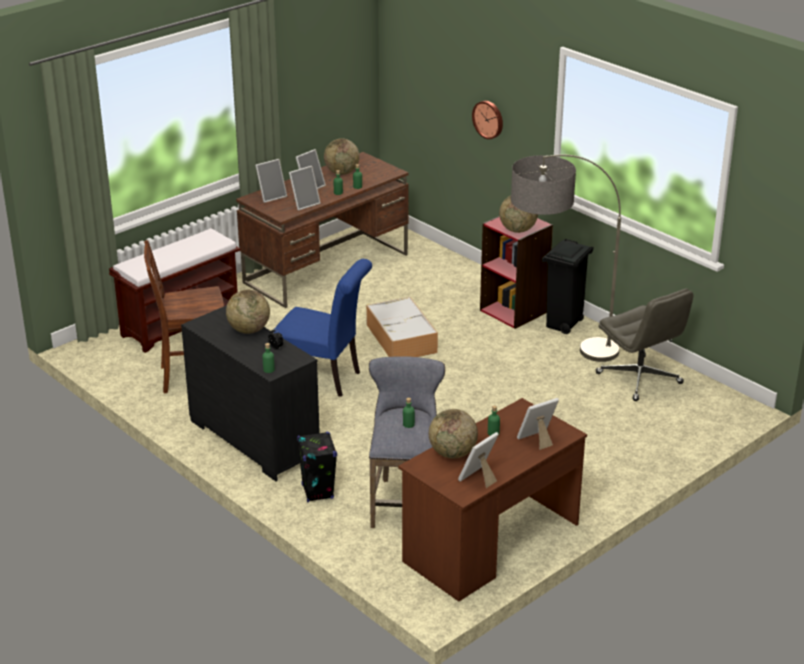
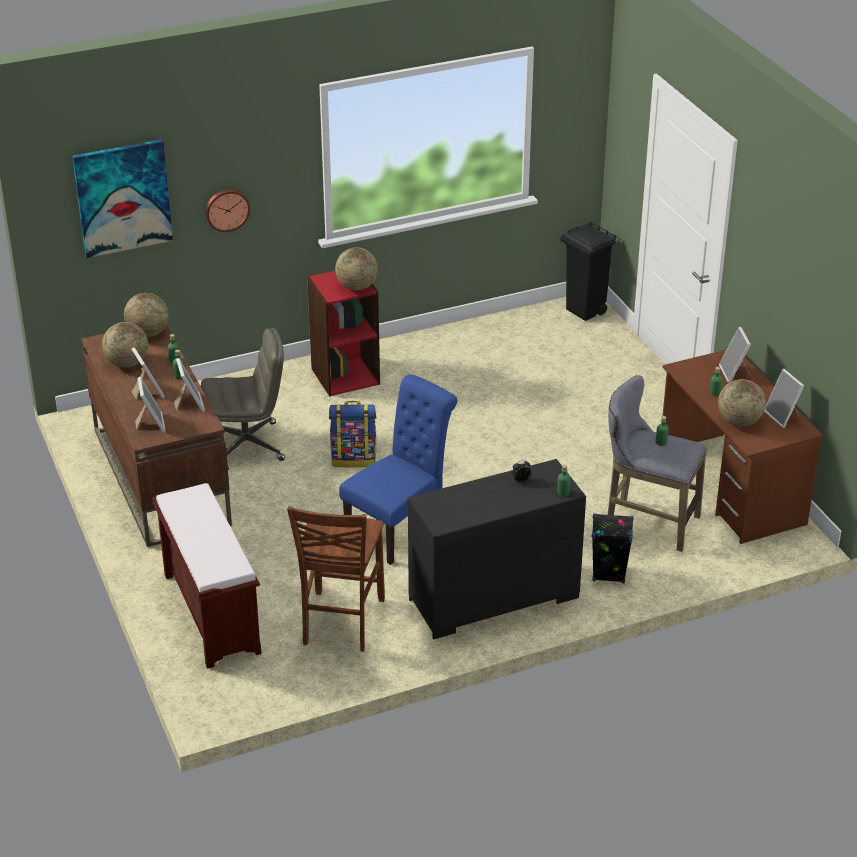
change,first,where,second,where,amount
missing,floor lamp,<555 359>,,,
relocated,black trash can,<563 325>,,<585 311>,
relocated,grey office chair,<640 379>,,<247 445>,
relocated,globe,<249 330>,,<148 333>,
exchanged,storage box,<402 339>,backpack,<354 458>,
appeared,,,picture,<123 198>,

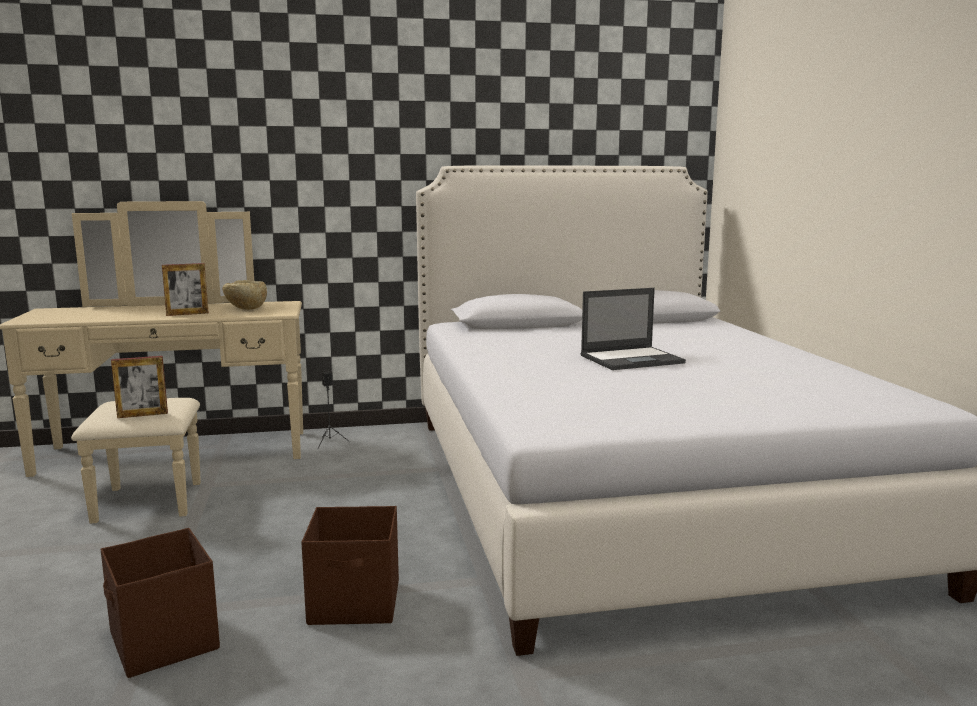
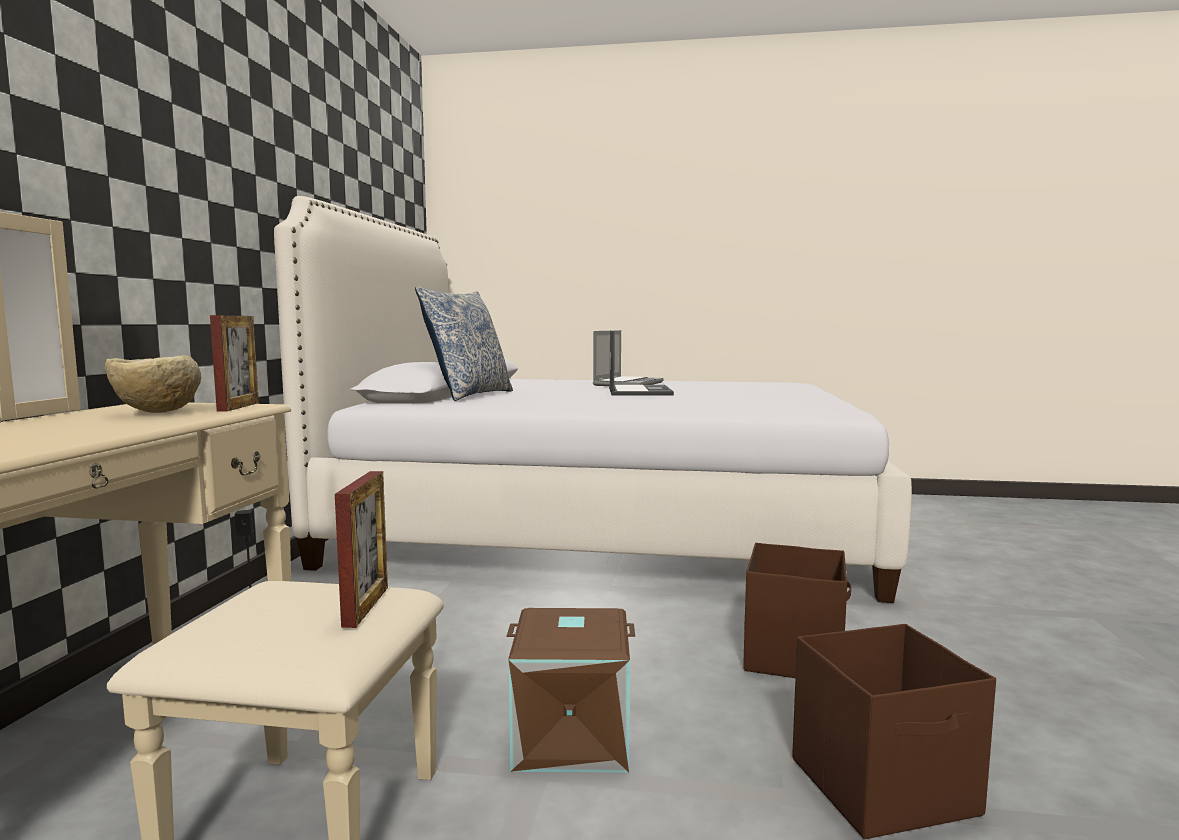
change,first,where,second,where,amount
relocated,picture frame,<187 314>,,<238 407>,
appeared,,,pillow,<468 395>,
appeared,,,laptop,<627 384>,
appeared,,,brown storage box,<570 739>,

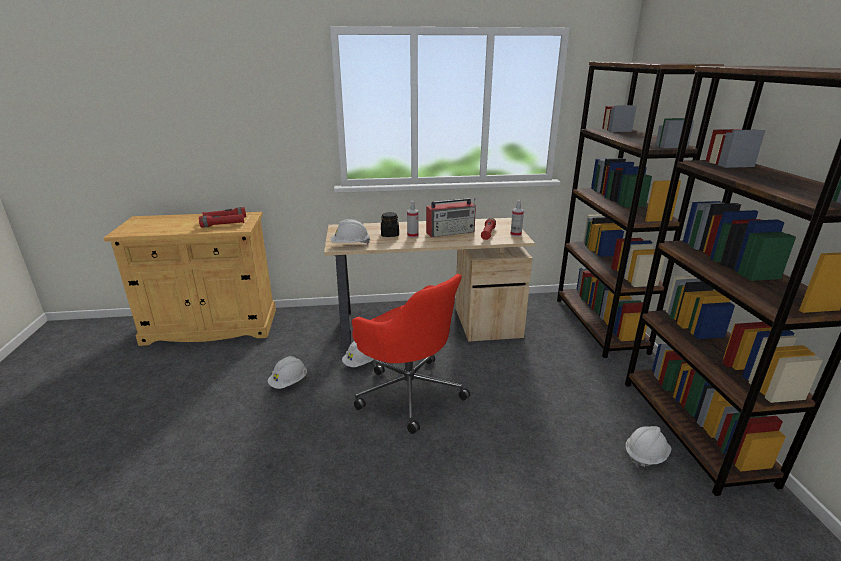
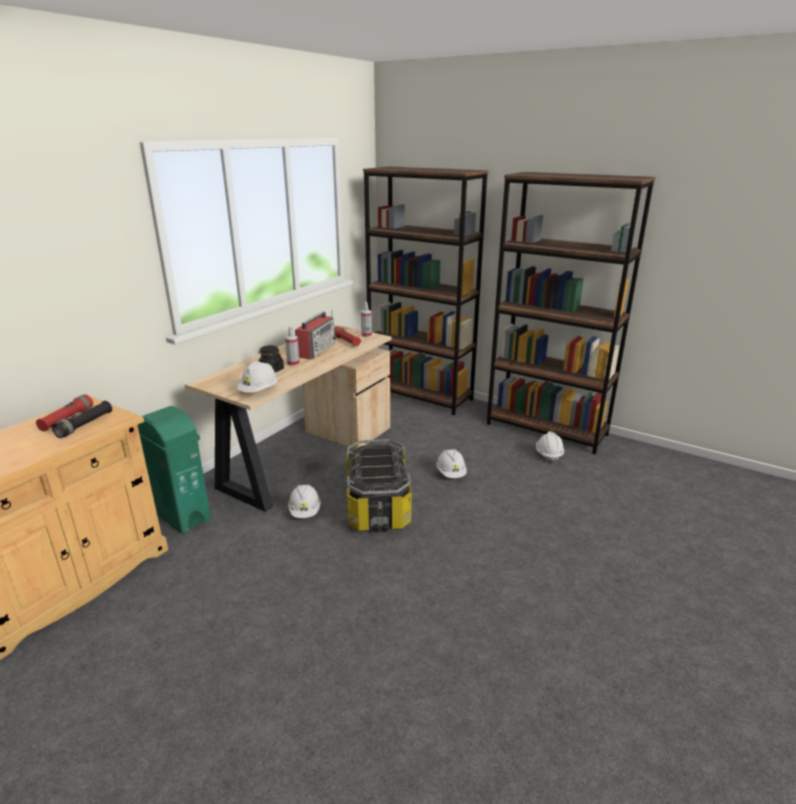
change,first,where,second,where,amount
colour,red flashlight,<223 225>,black flashlight,<85 425>,
exchanged,red office chair,<409 391>,storage box,<378 506>,
relocated,white hard hat,<289 382>,,<451 473>,
appeared,,,green trash can,<182 516>,

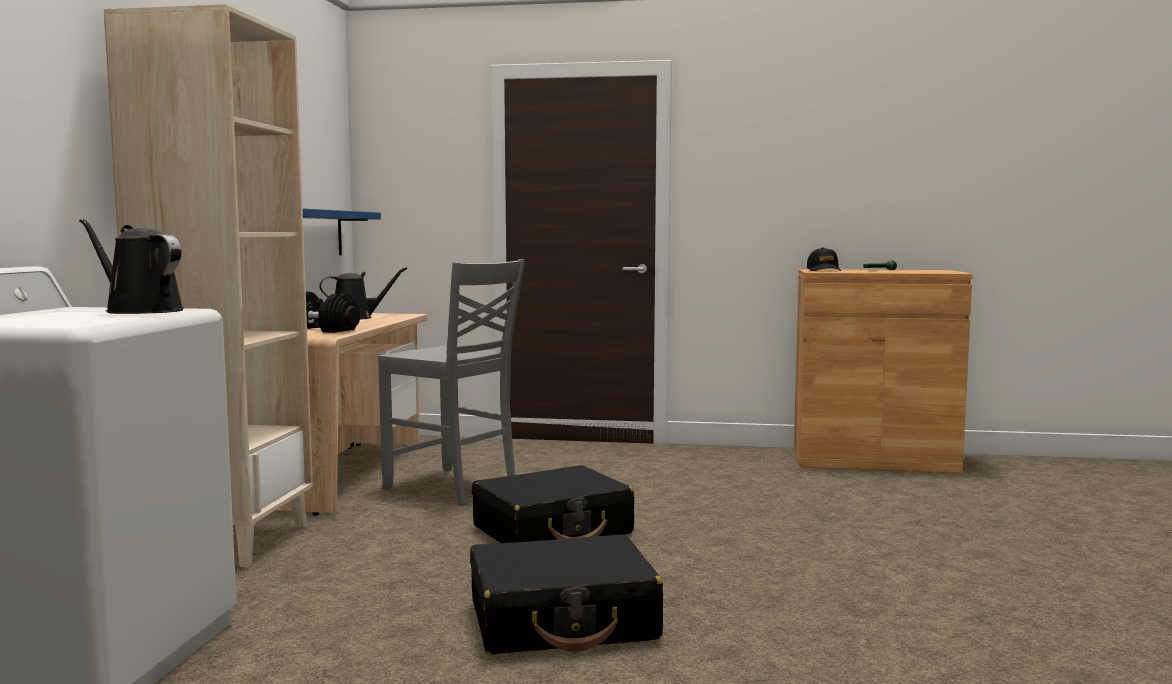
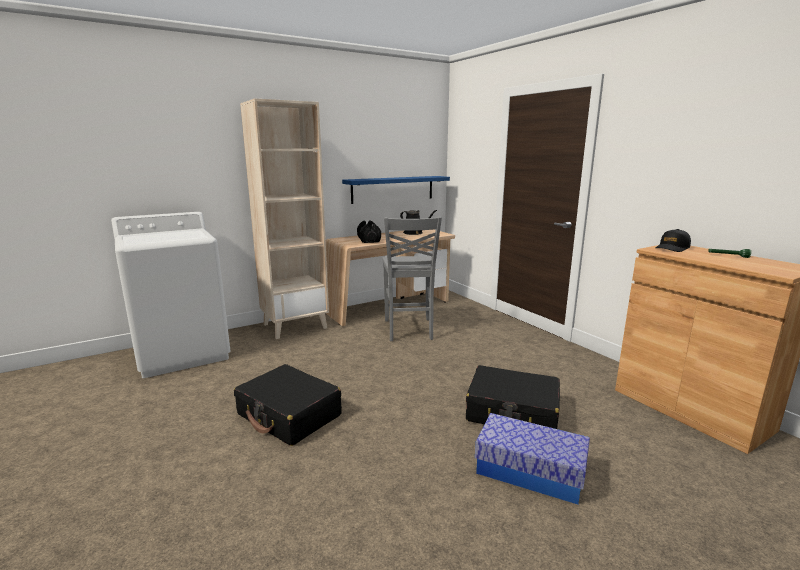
change,first,where,second,where,amount
missing,black watering can,<139 311>,,,
relocated,black suitcase,<553 530>,,<513 413>,
appeared,,,storage box,<529 471>,

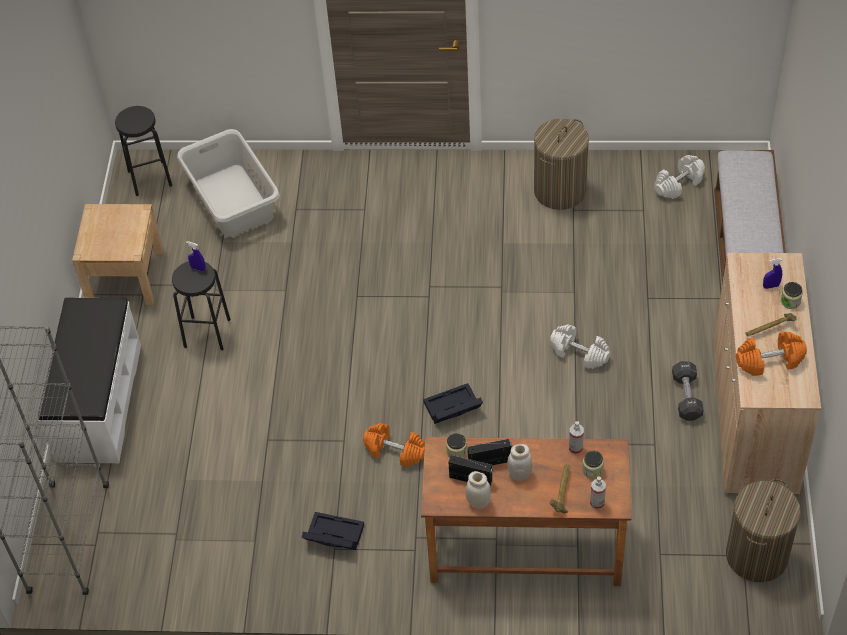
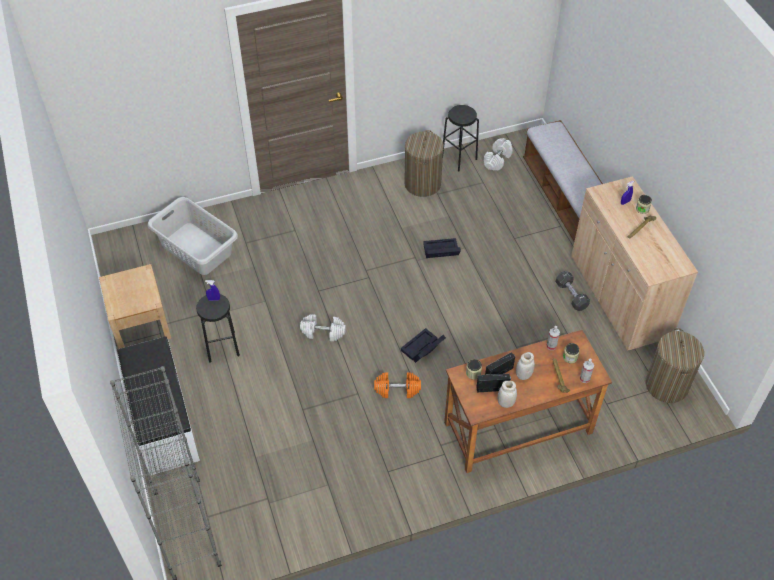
change,first,where,second,where,amount
relocated,black stool,<150 178>,,<459 158>,
relocated,white dumbbell,<579 353>,,<323 332>,
missing,orange dumbbell,<769 361>,,,
relocated,black storage box,<332 536>,,<440 252>,

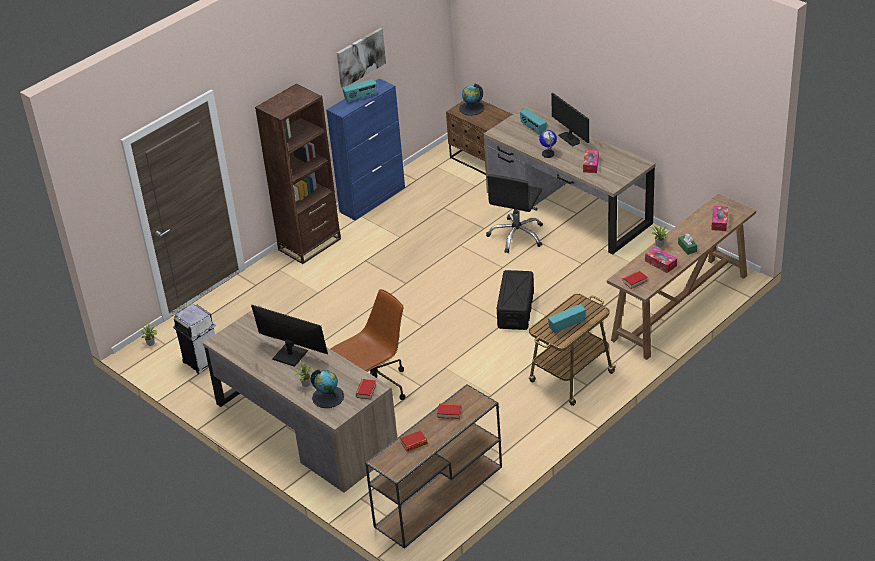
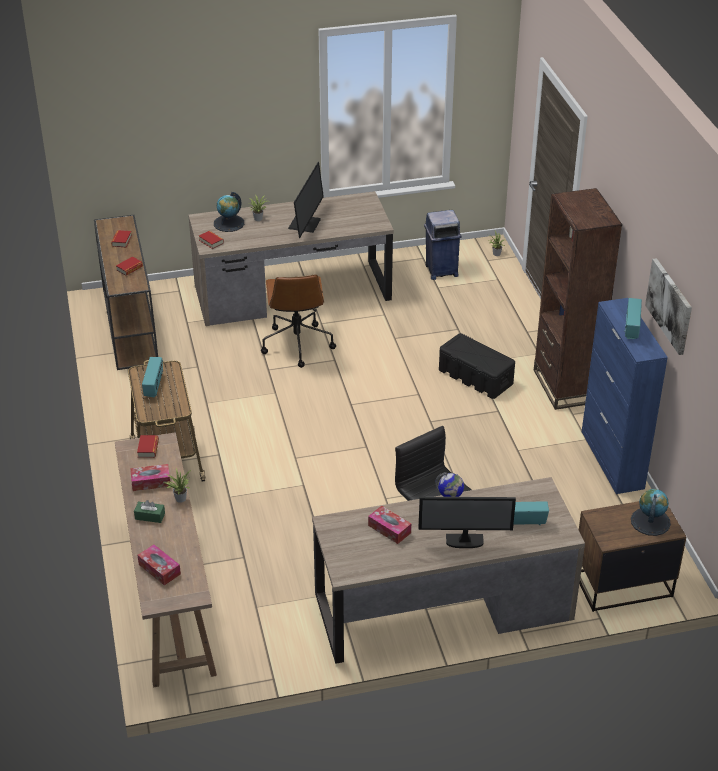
change,first,where,second,where,amount
relocated,black storage box,<516 309>,,<476 377>,
colour,white trash can,<201 362>,blue trash can,<441 270>,
spun,monitor,<290 354>,,<305 224>,45 degrees counterclockwise

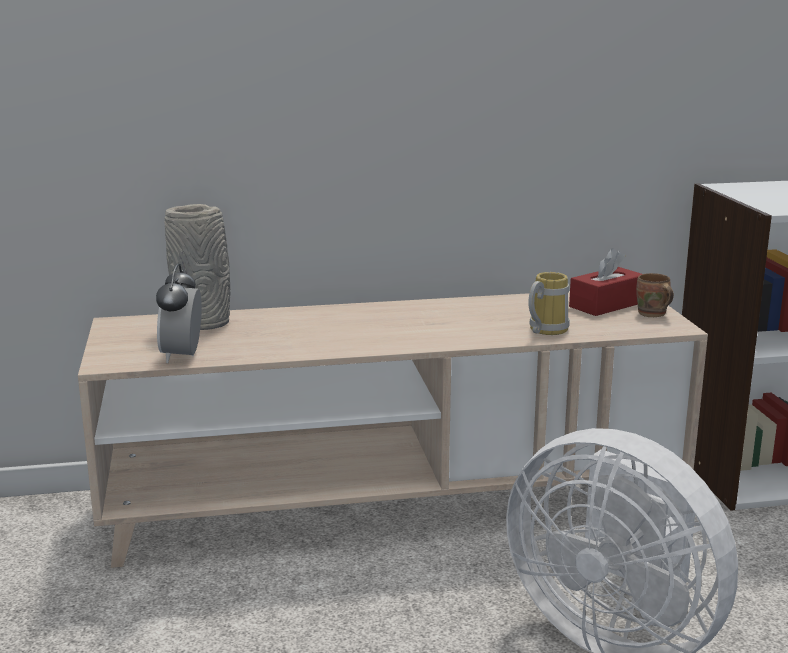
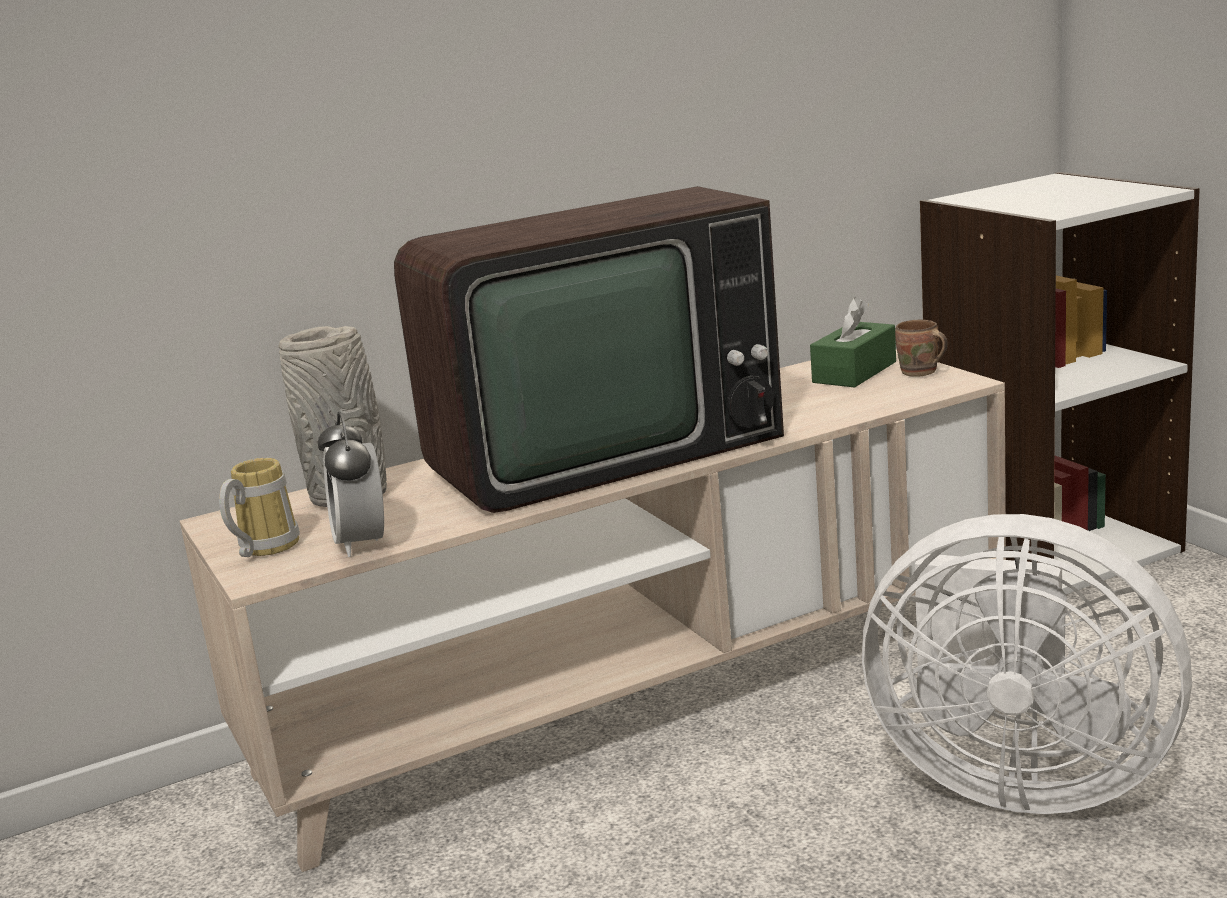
change,first,where,second,where,amount
colour,red tissue box,<606 305>,green tissue box,<854 372>,
relocated,mug,<543 330>,,<262 548>,
appeared,,,television,<592 452>,

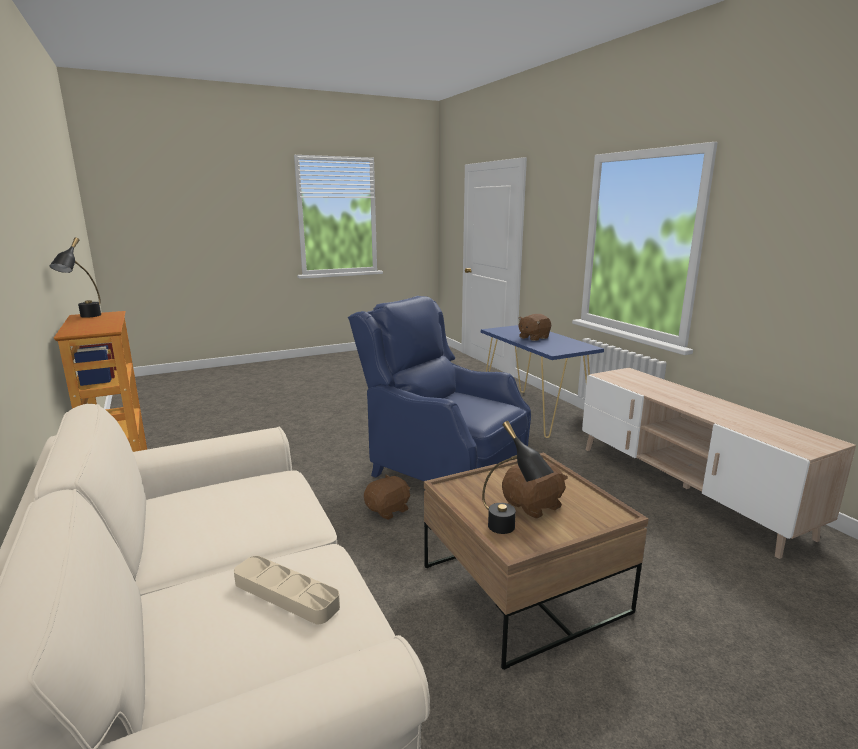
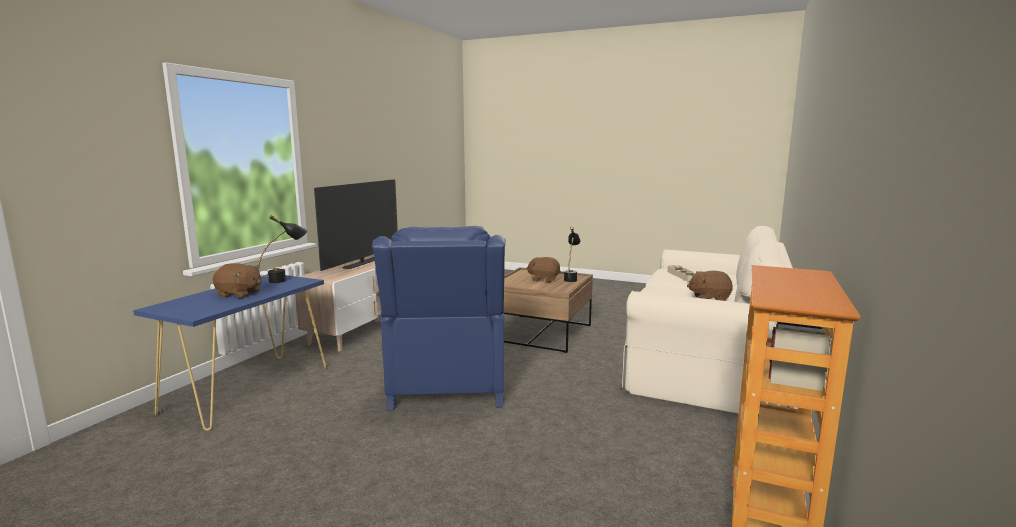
change,first,where,second,where,amount
relocated,black table lamp,<85 317>,,<285 280>,
relocated,brown plush toy,<388 510>,,<709 299>,
appeared,,,television,<362 263>,

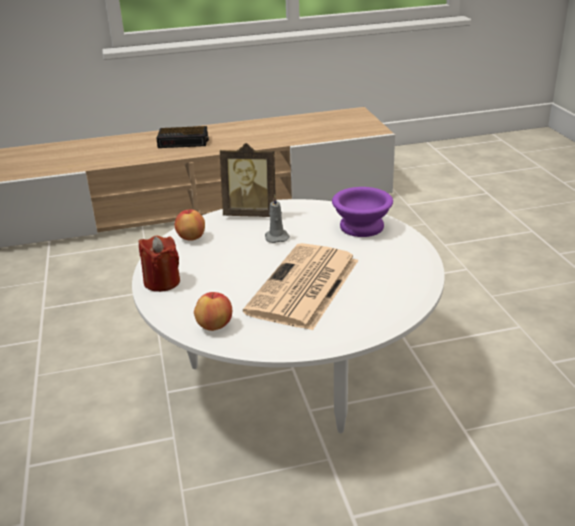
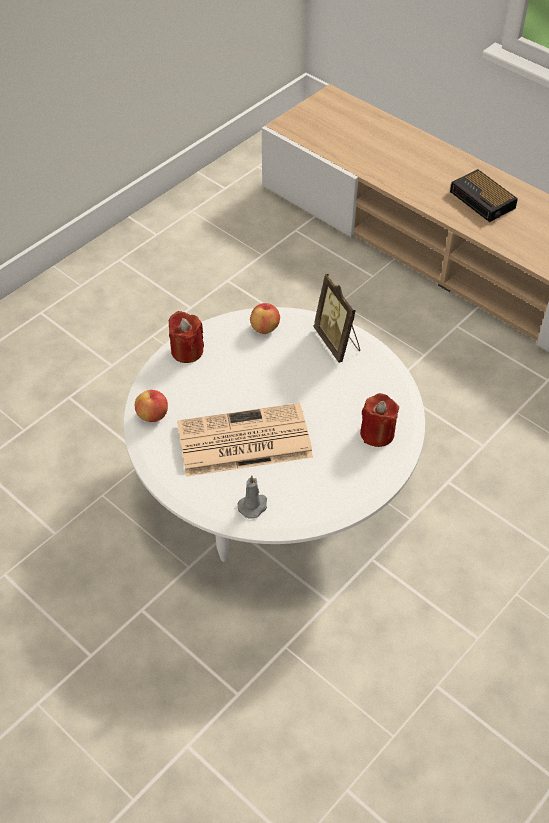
change,first,where,second,where,amount
exchanged,purple bowl,<363 227>,red candle,<377 433>,
relocated,grey candle,<276 237>,,<253 506>,

